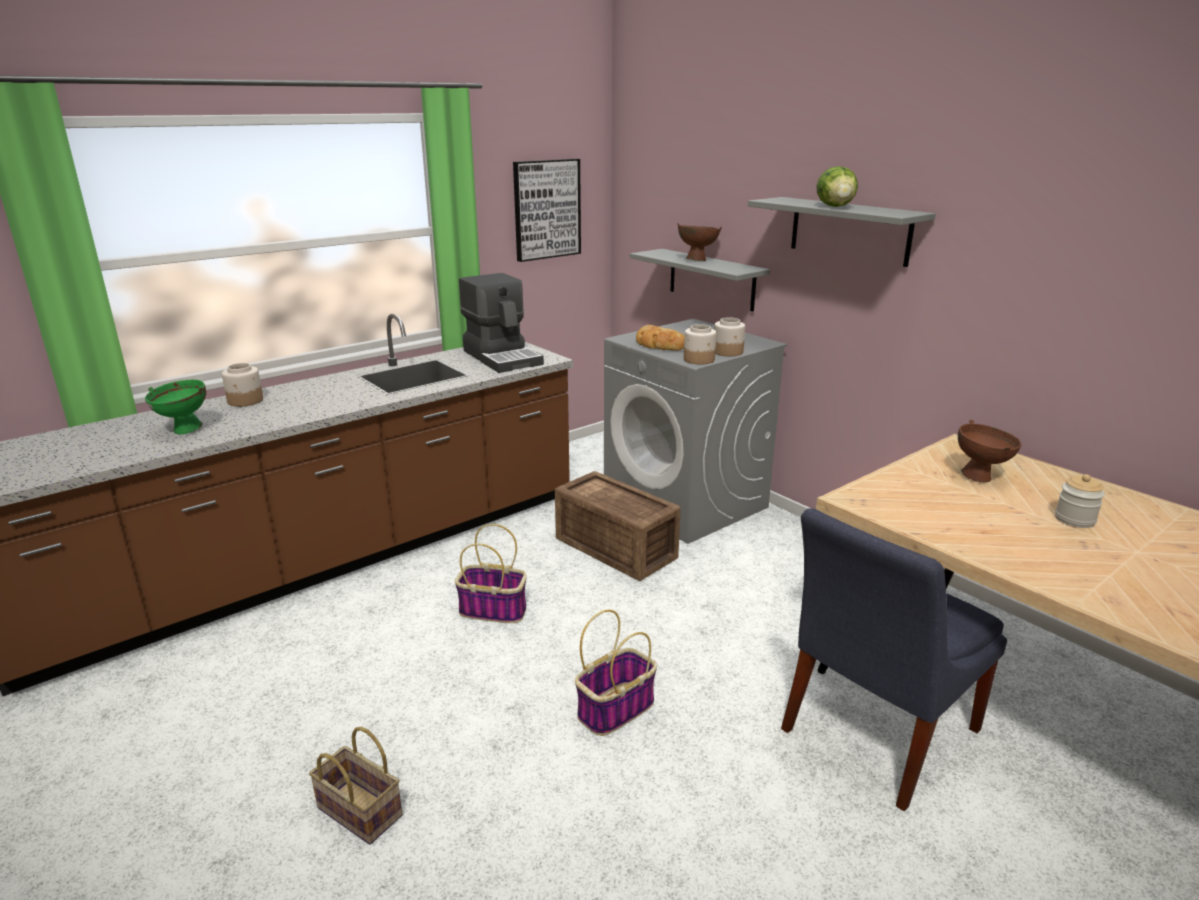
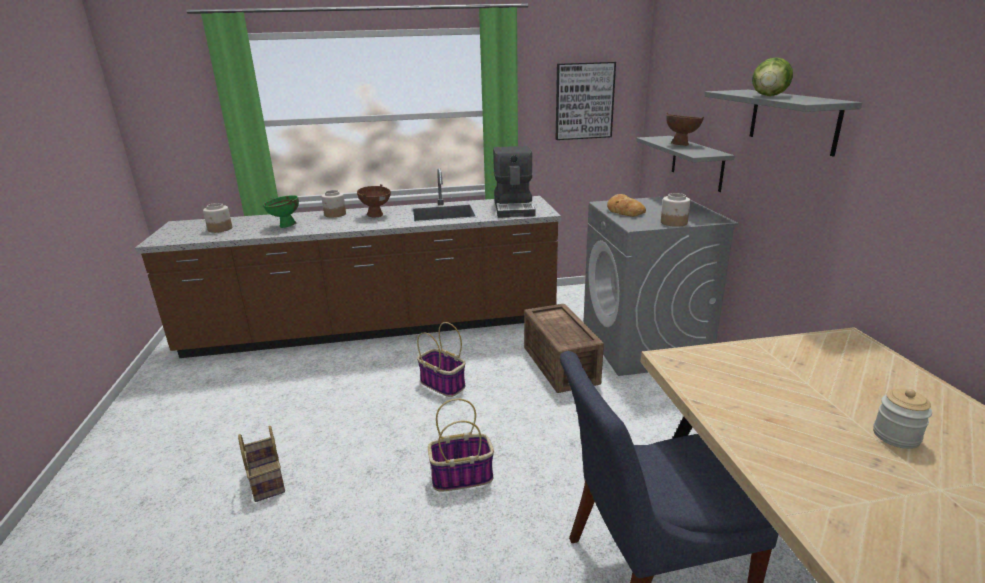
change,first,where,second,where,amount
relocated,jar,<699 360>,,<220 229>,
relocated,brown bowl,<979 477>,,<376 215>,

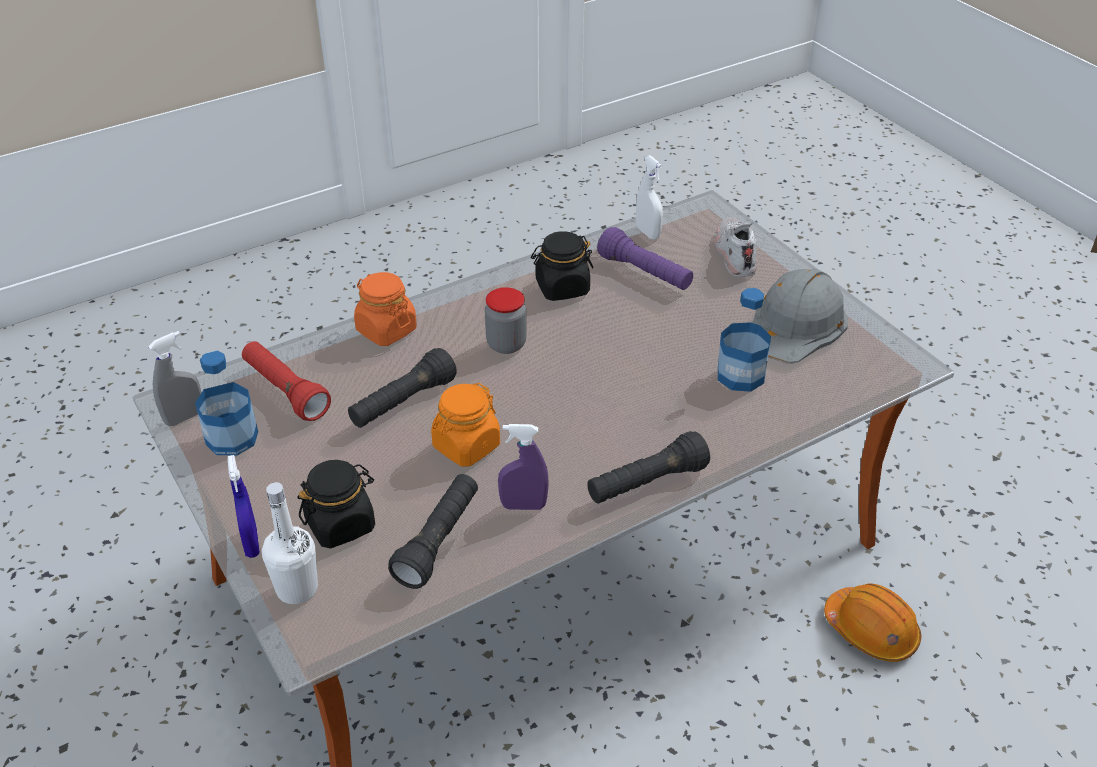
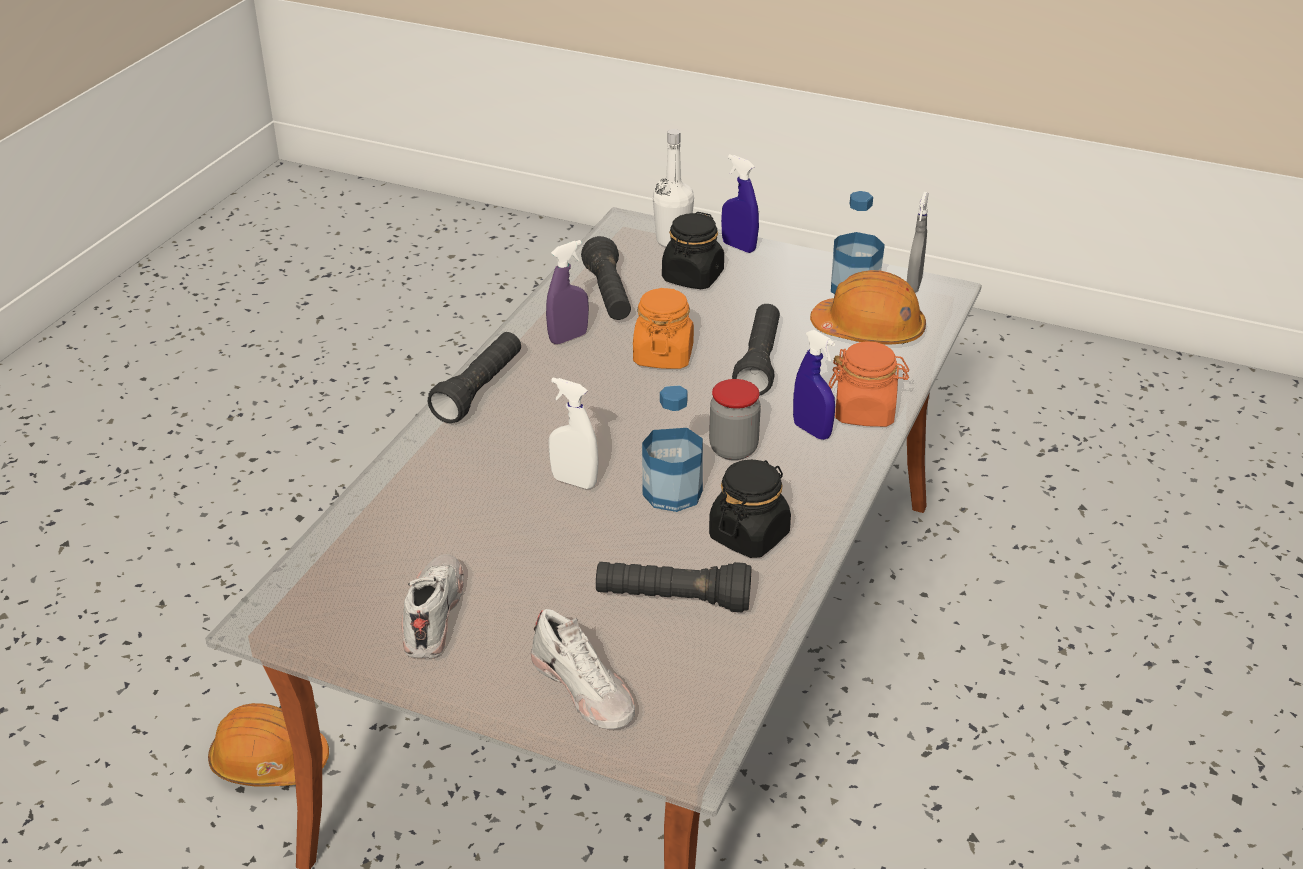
change,first,where,second,where,amount
relocated,white spray bottle,<647 233>,,<574 481>,
colour,purple flashlight,<645 273>,black flashlight,<673 600>,
exchanged,grey hard hat,<796 324>,white shoe,<432 614>,
relocated,bottle,<740 375>,,<672 492>,
exchanged,red flashlight,<285 391>,orange hard hat,<869 331>,
appeared,,,blue spray bottle,<812 431>,

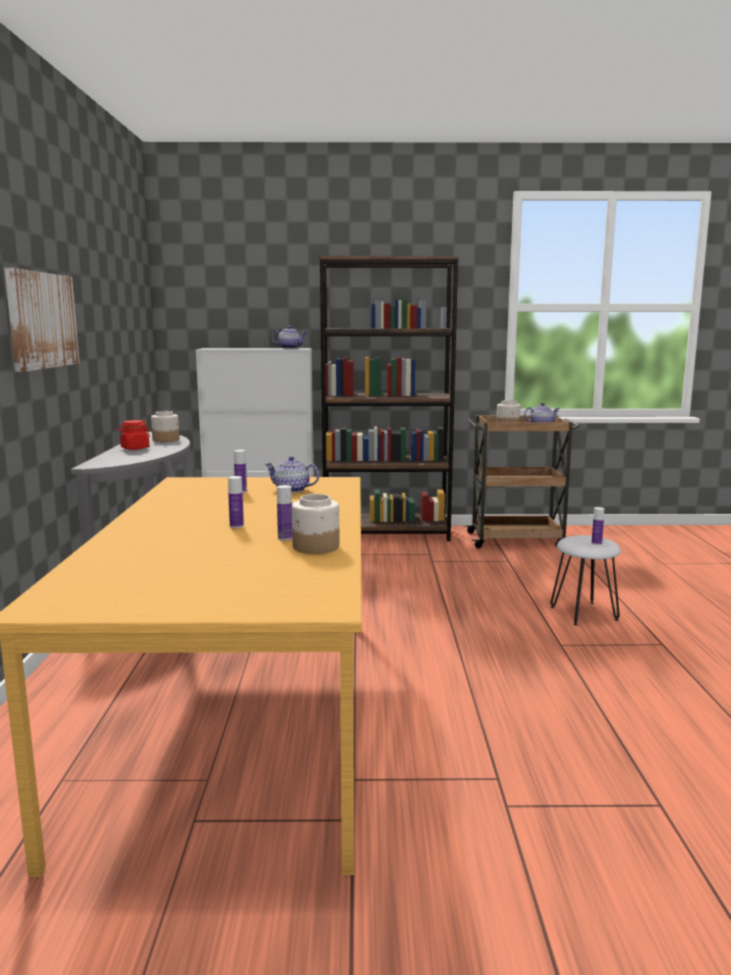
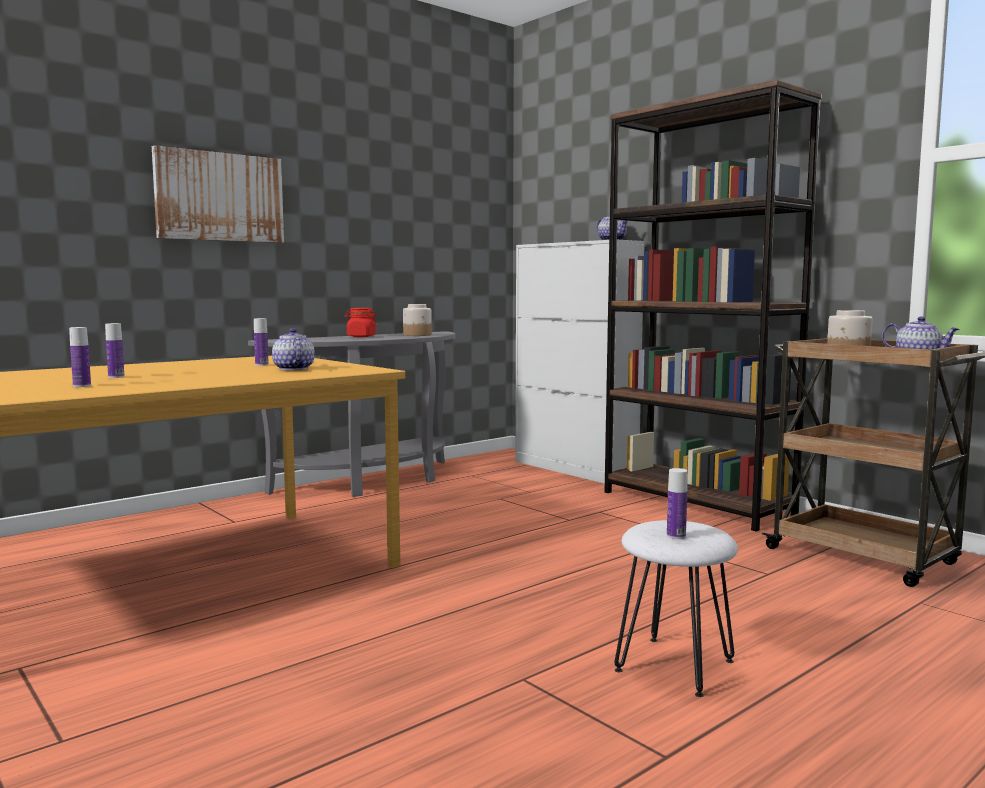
change,first,where,second,where,amount
missing,jar,<315 547>,,,

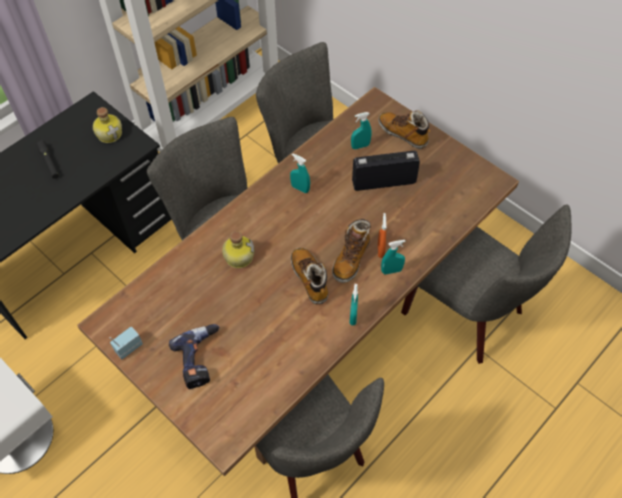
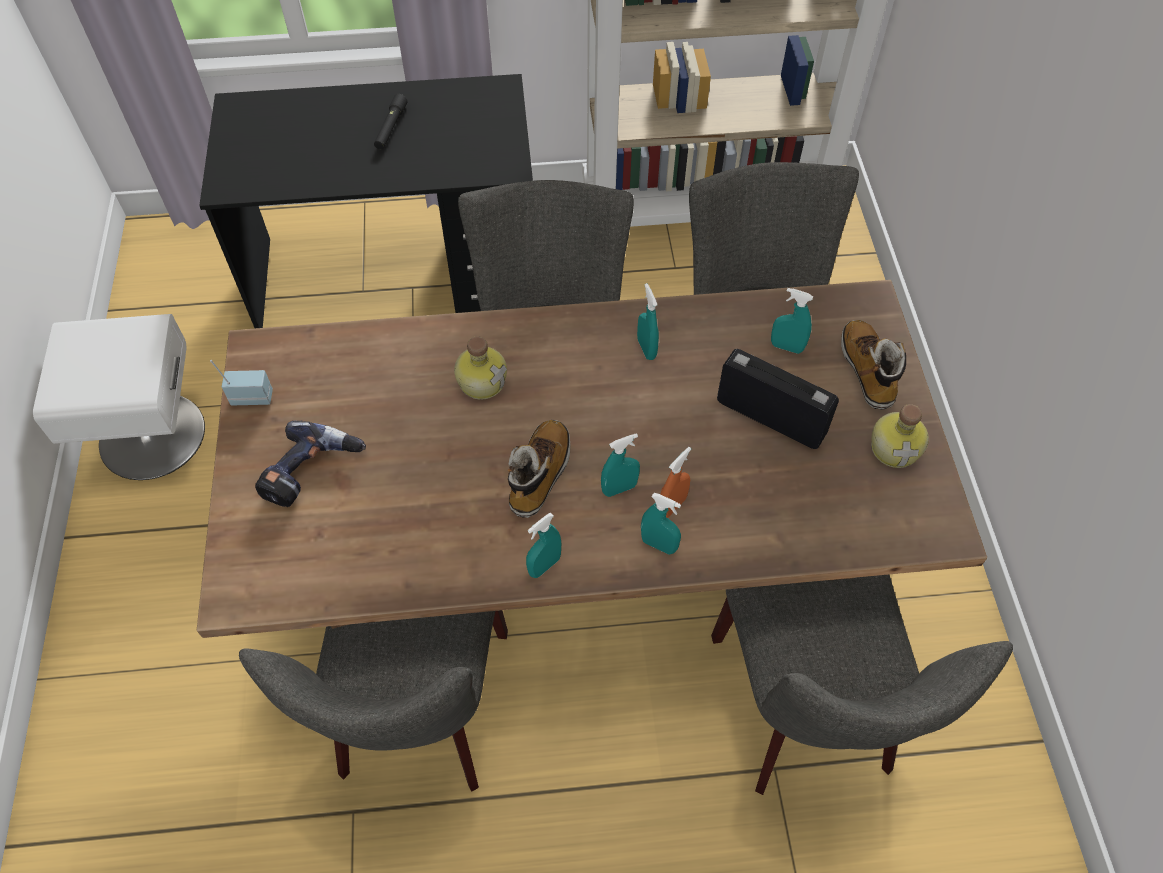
change,first,where,second,where,amount
relocated,bottle,<110 133>,,<895 448>,
exchanged,boot,<351 259>,turquoise spray bottle,<619 488>,

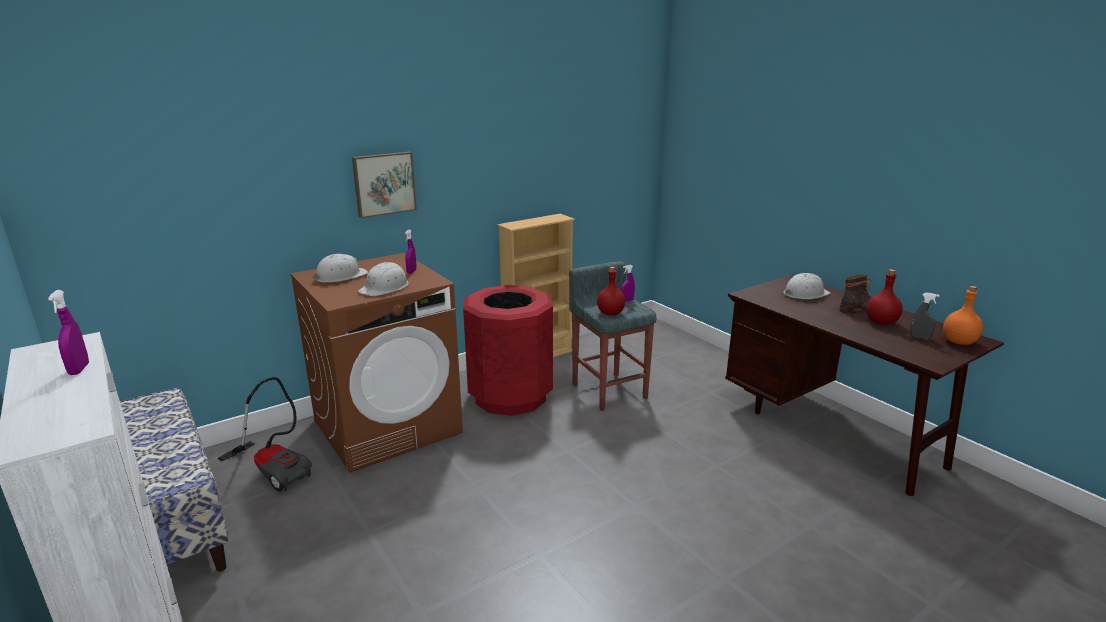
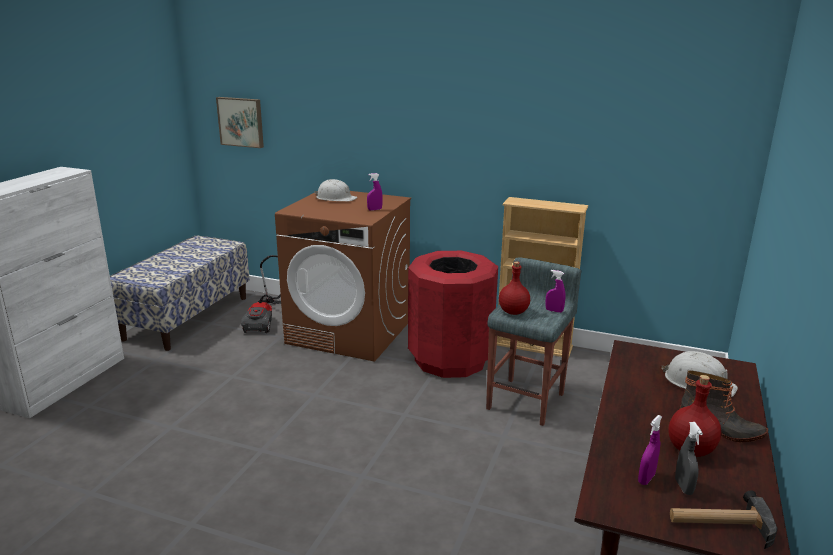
change,first,where,second,where,amount
relocated,picture,<384 183>,,<241 122>,
missing,white hard hat,<385 287>,,,
exchanged,orange bottle,<958 342>,hammer,<719 523>,
relocated,purple spray bottle,<79 369>,,<646 478>,

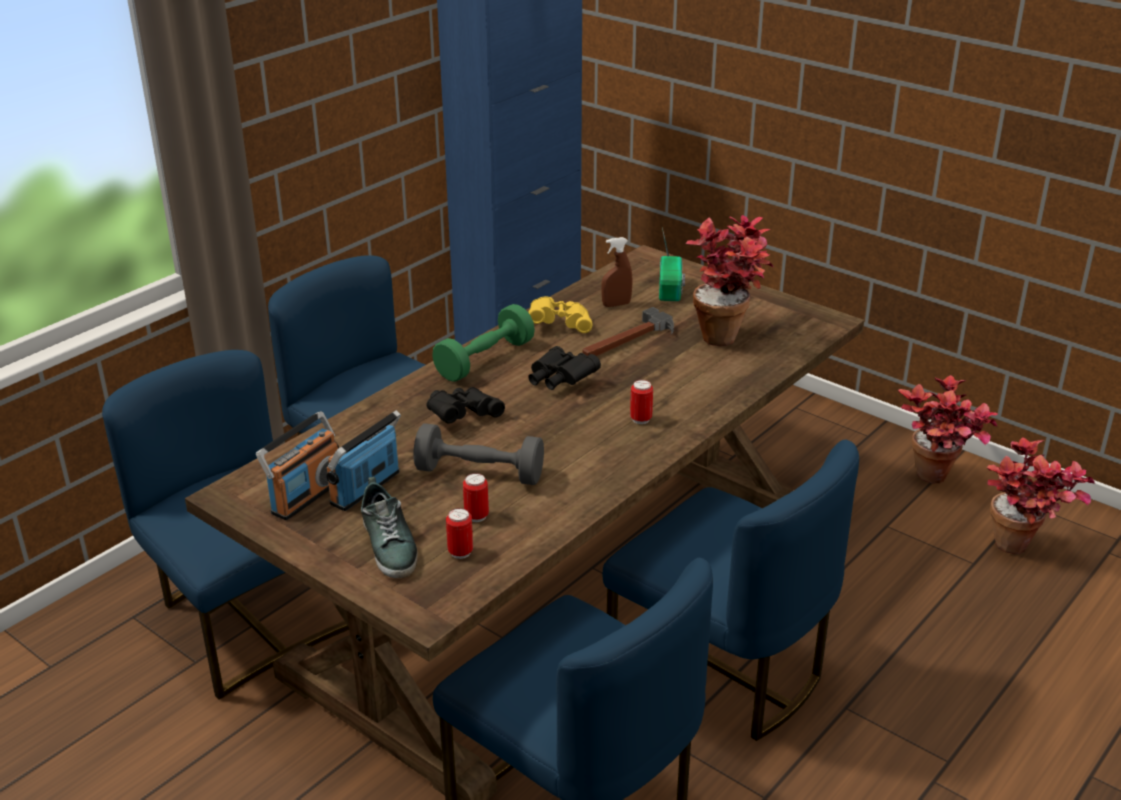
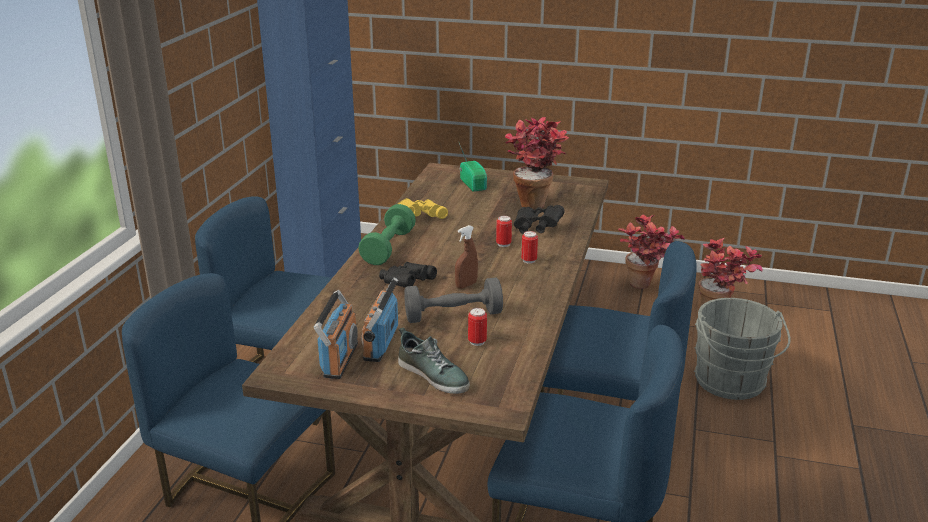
change,first,where,second,where,amount
relocated,brown spray bottle,<616 304>,,<466 285>,
missing,hammer,<627 341>,,,
relocated,black binoculars,<560 380>,,<536 228>,
relocated,can,<460 552>,,<503 244>,
appeared,,,grey bucket,<731 383>,

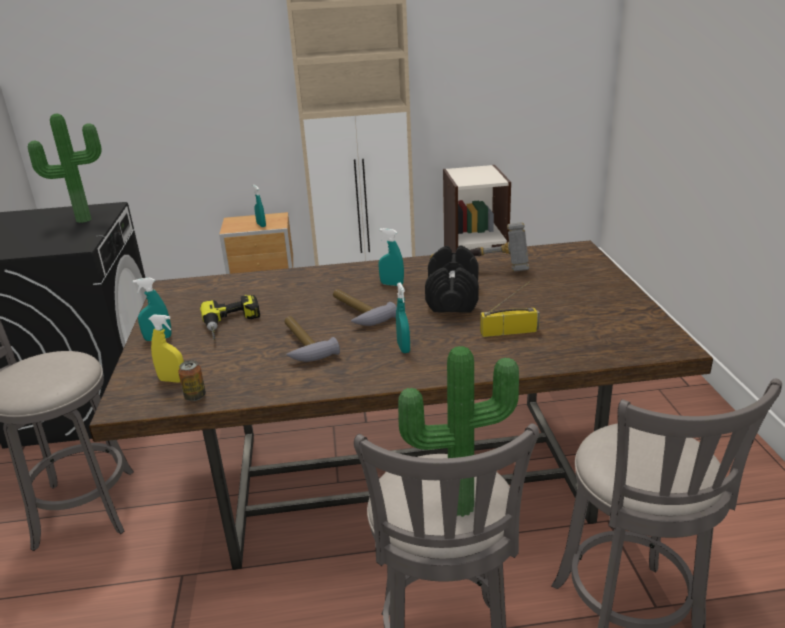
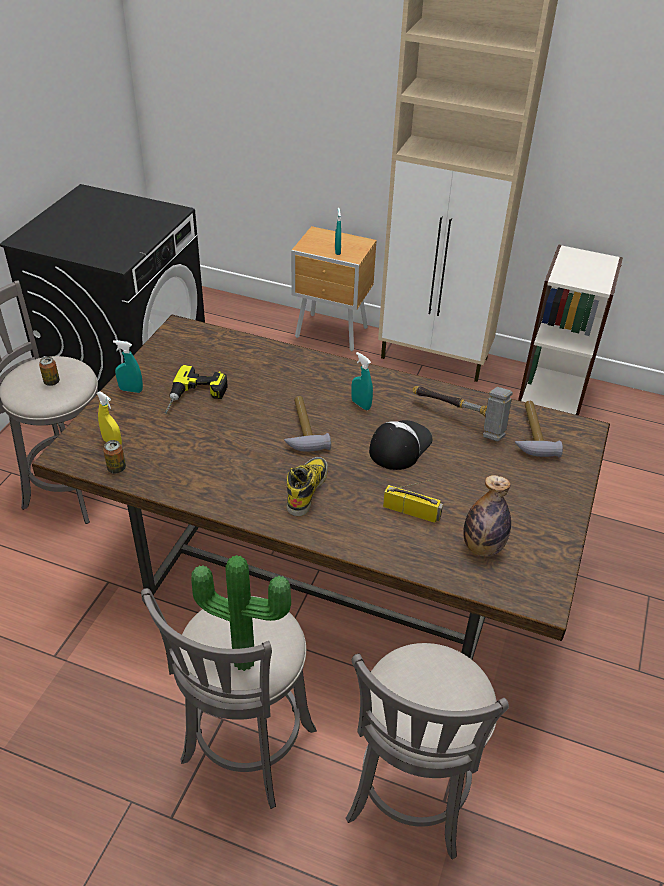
change,first,where,second,where,amount
missing,potted plant,<83 219>,,,
exchanged,black dumbbell,<452 297>,cap,<399 445>,
exchanged,turquoise spray bottle,<403 348>,boot,<307 489>,
relocated,hammer,<302 345>,,<532 434>,
appeared,,,can,<51 382>,
appeared,,,bottle,<482 547>,

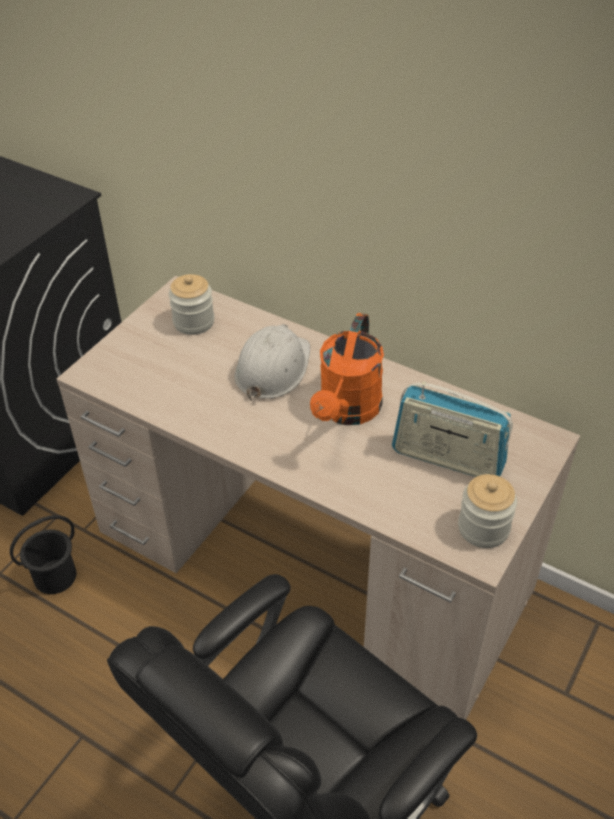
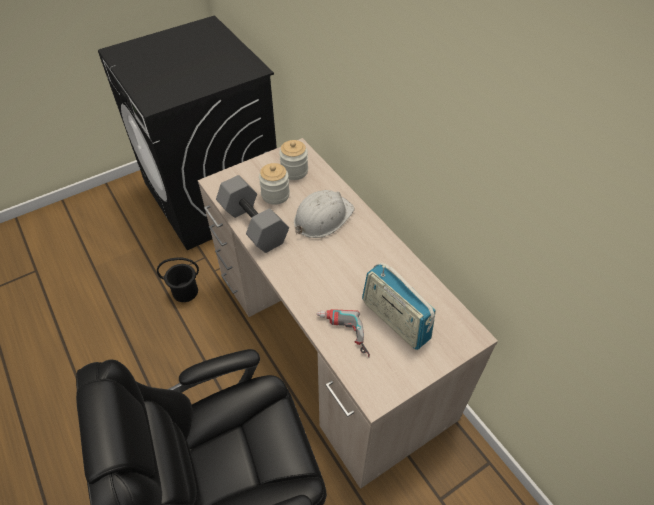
change,first,where,second,where,amount
missing,orange watering can,<347 411>,,,
relocated,jar,<483 528>,,<275 195>,
appeared,,,grey dumbbell,<252 225>,
appeared,,,power drill,<342 335>,

